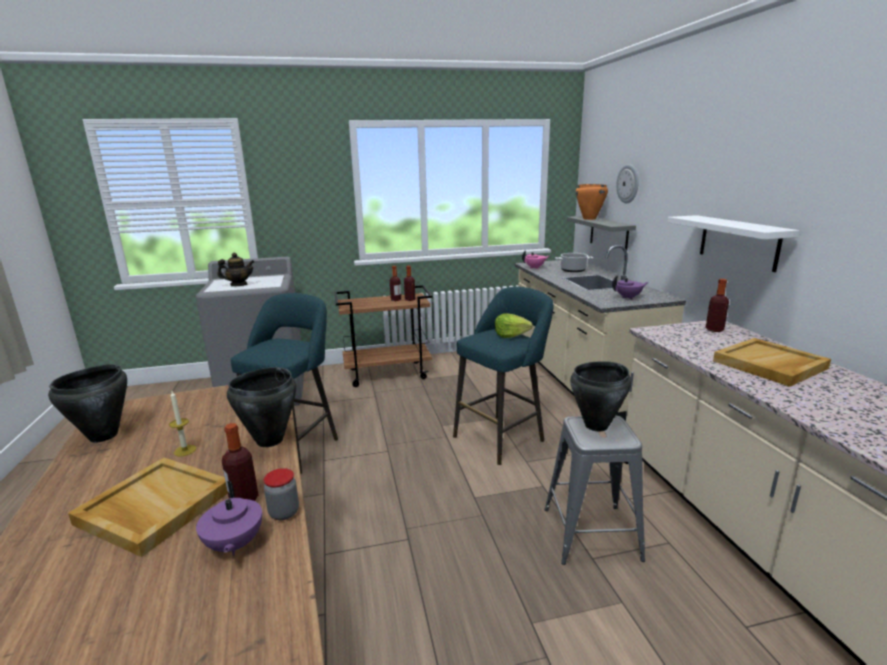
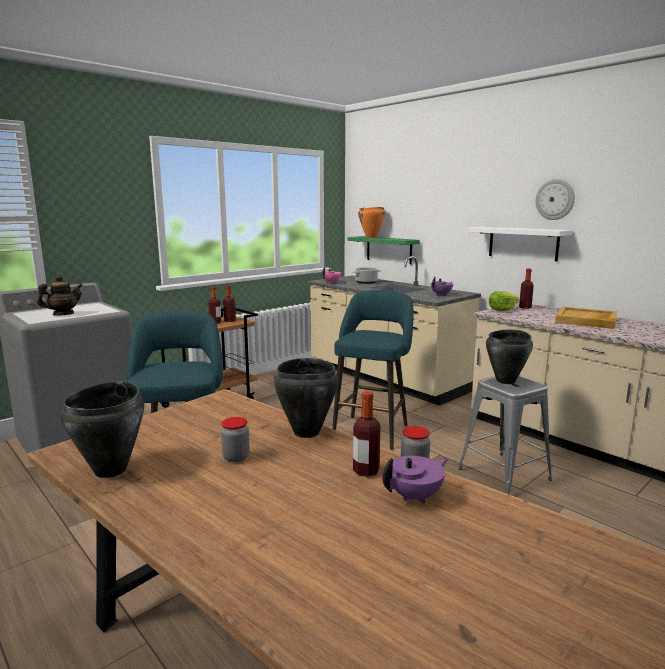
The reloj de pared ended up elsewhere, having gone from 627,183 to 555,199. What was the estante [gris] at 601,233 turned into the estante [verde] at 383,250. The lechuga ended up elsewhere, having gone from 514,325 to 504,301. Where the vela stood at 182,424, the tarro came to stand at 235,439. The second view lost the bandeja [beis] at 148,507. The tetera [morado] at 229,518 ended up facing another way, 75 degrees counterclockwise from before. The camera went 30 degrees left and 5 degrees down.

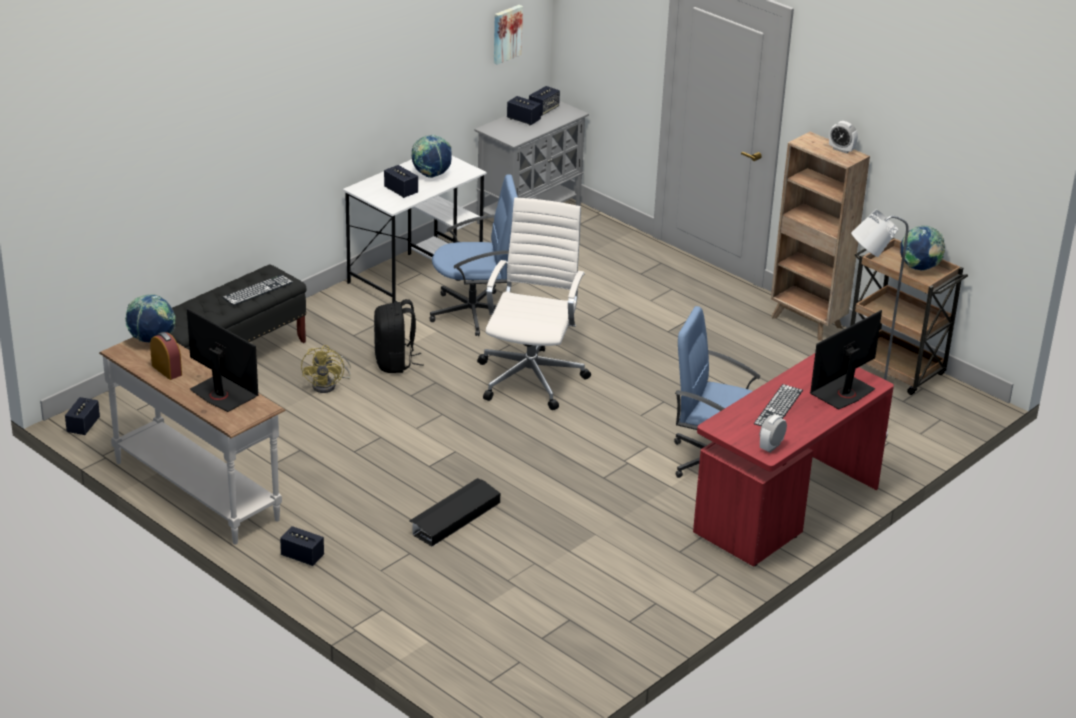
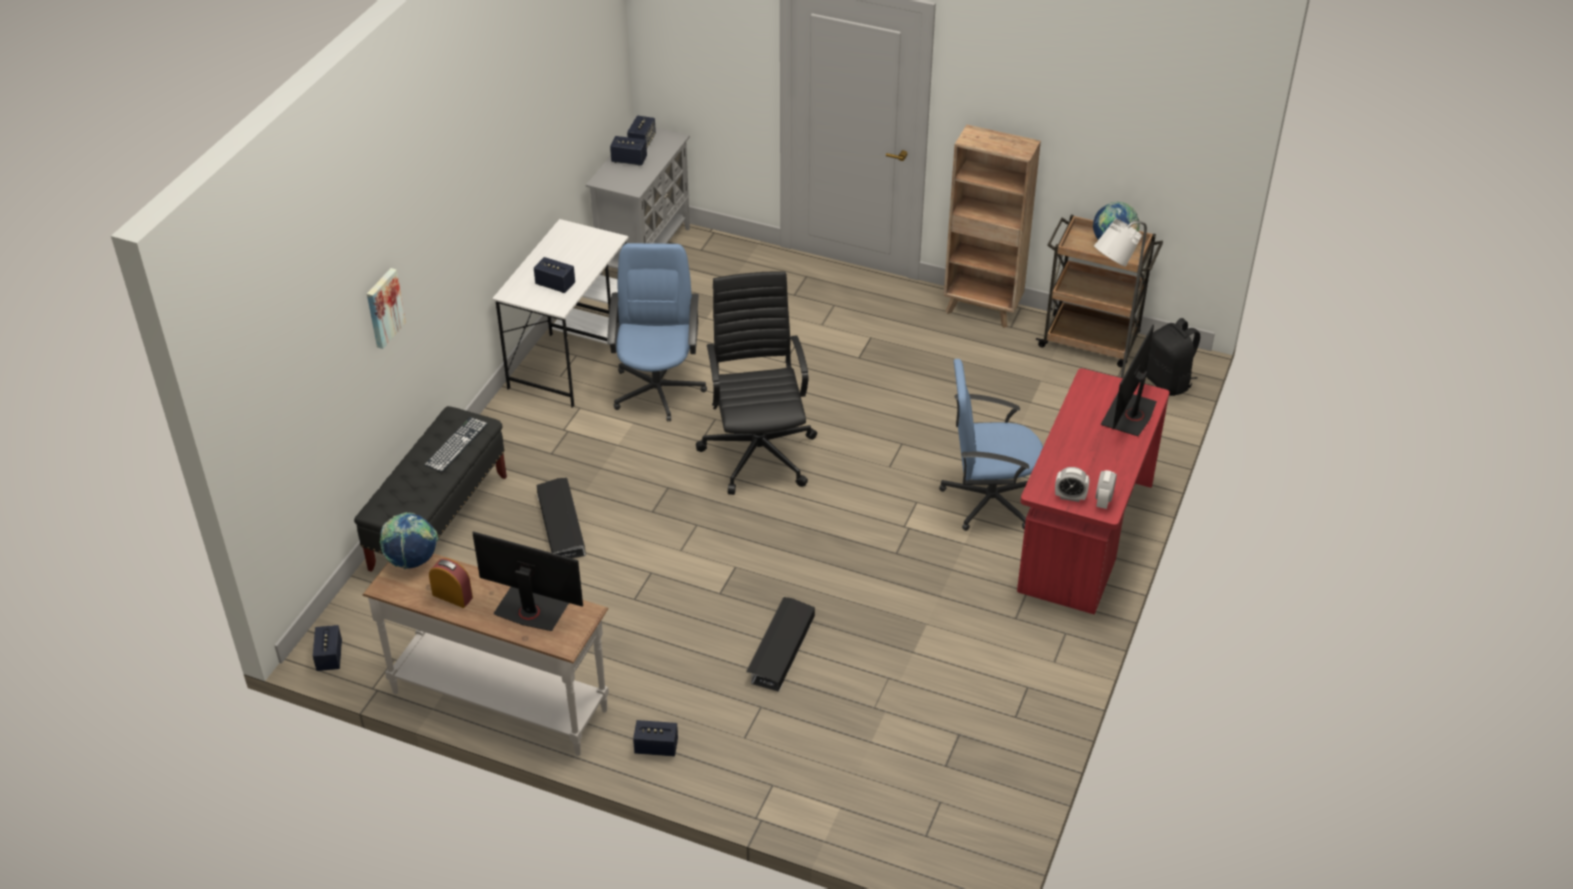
The cuadro ended up elsewhere, having gone from 508,35 to 386,308. The despertador ended up elsewhere, having gone from 843,137 to 1072,484. The second view lost the globo terráqueo at 431,156. The silla de oficina [azul] at 473,255 ended up facing another way, 60 degrees counterclockwise from before. What was the silla de oficina [blanco] at 534,303 turned into the silla de oficina [negro] at 756,383. The mochila [negro] ended up elsewhere, having gone from 399,336 to 1173,357. Where the ventilador [amarillo] stood at 326,369, the caja de almacenaje [negro] came to stand at 561,518. The second view lost the teclado at 778,405. The camera went 20 degrees left and 10 degrees up.

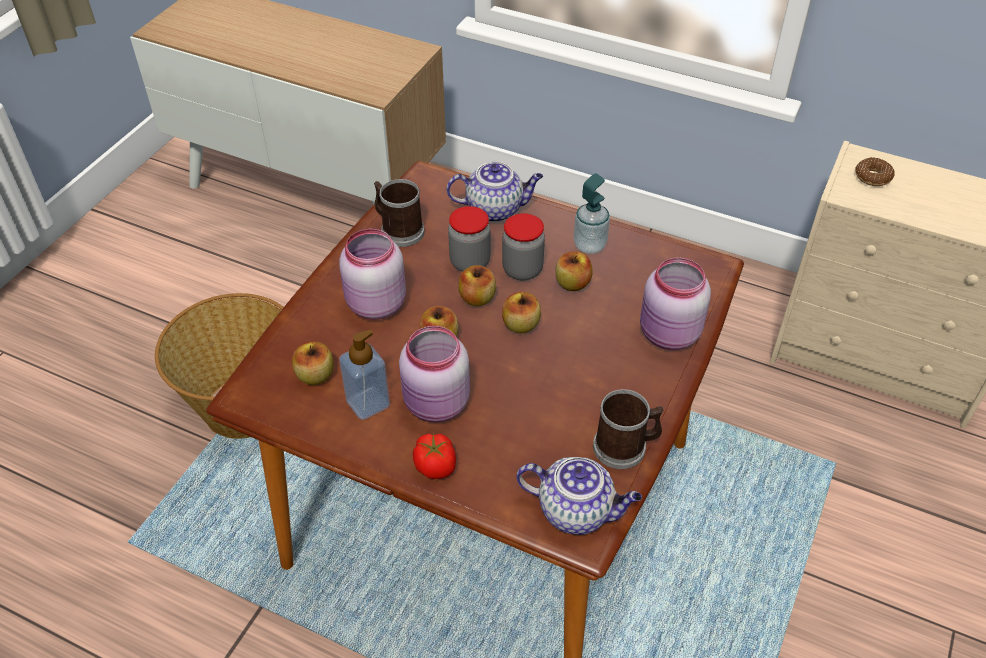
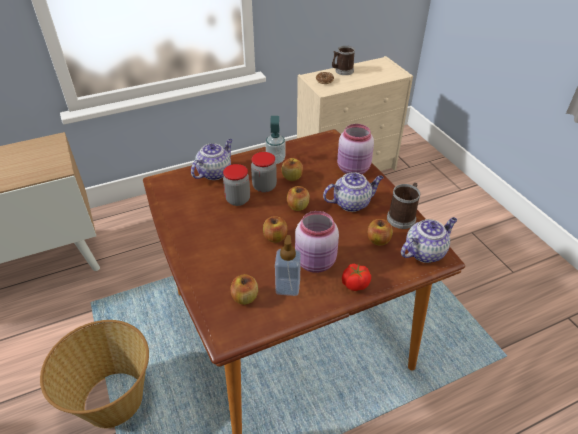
The taza grande ended up elsewhere, having gone from 399,213 to 343,60. The second view lost the tarro [rosa] at 372,274. The manzana ended up elsewhere, having gone from 477,285 to 380,232. The second view gained the tetera at 353,192. The camera went 50 degrees left and 5 degrees down.

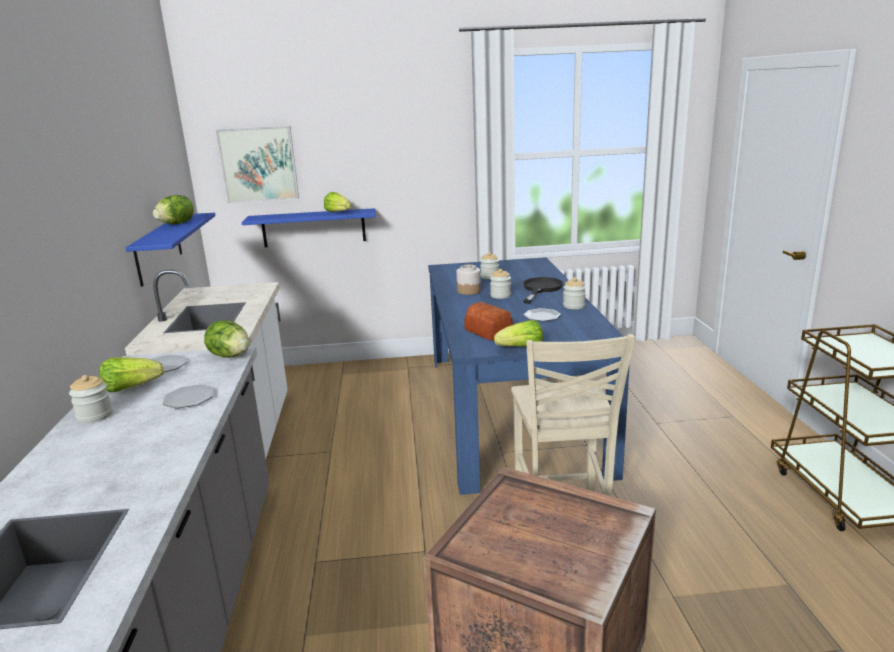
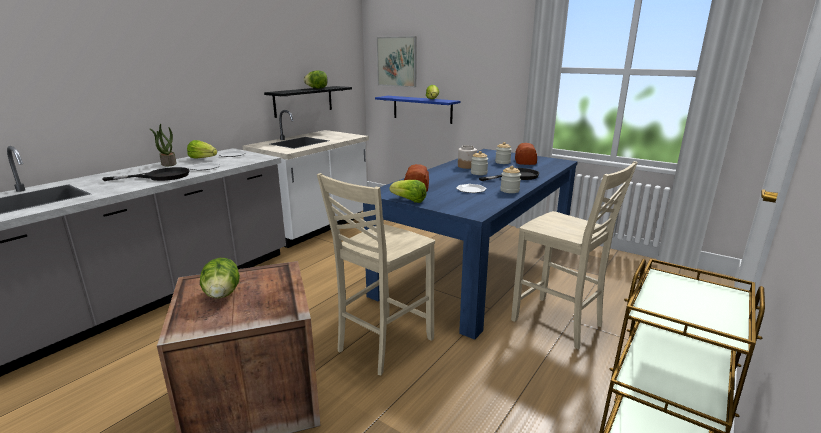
What was the estante [azul] at 170,250 turned into the estante [negro] at 308,102. The lechuga ended up elsewhere, having gone from 227,339 to 220,278. Where the tarro stood at 91,399, the planta en maceta came to stand at 163,145. The second view gained the pan at 526,154. The second view gained the silla [beis] at 574,255. The second view gained the sartén [negro] at 146,174. The camera went 40 degrees right and 0 degrees up.

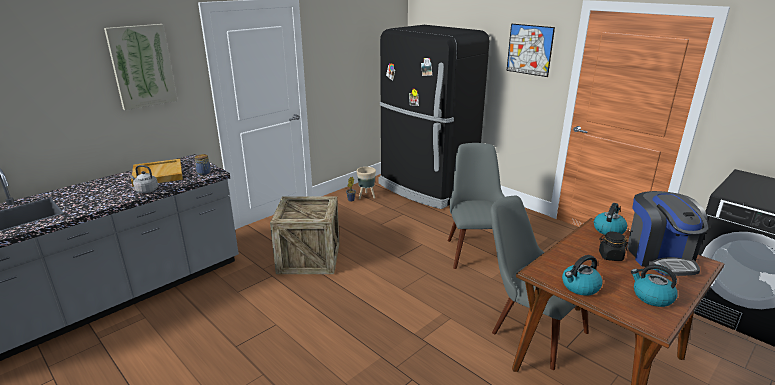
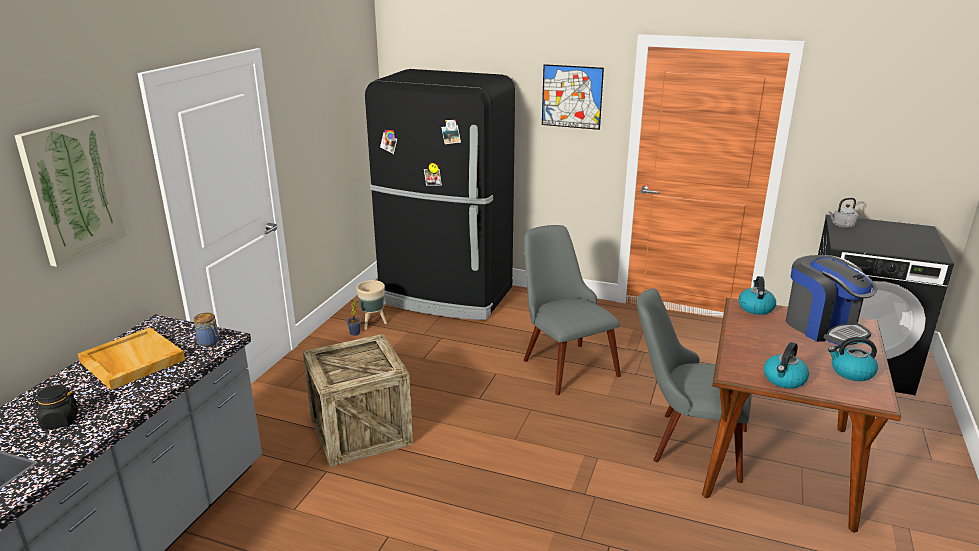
The hervidor [gris] ended up elsewhere, having gone from 144,179 to 843,213. The tarro [negro] ended up elsewhere, having gone from 613,246 to 55,407. The camera went 25 degrees left and 0 degrees up.

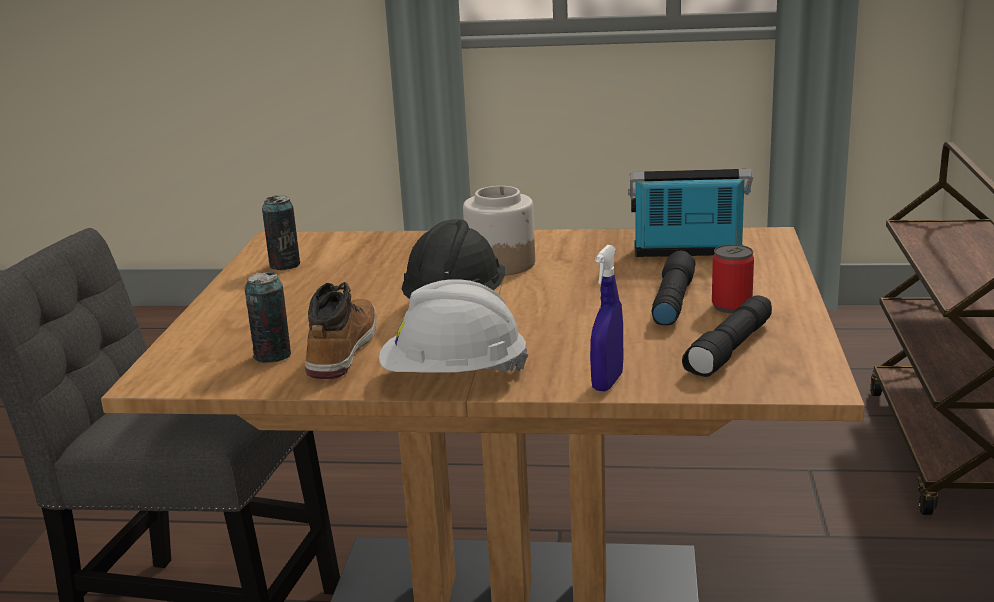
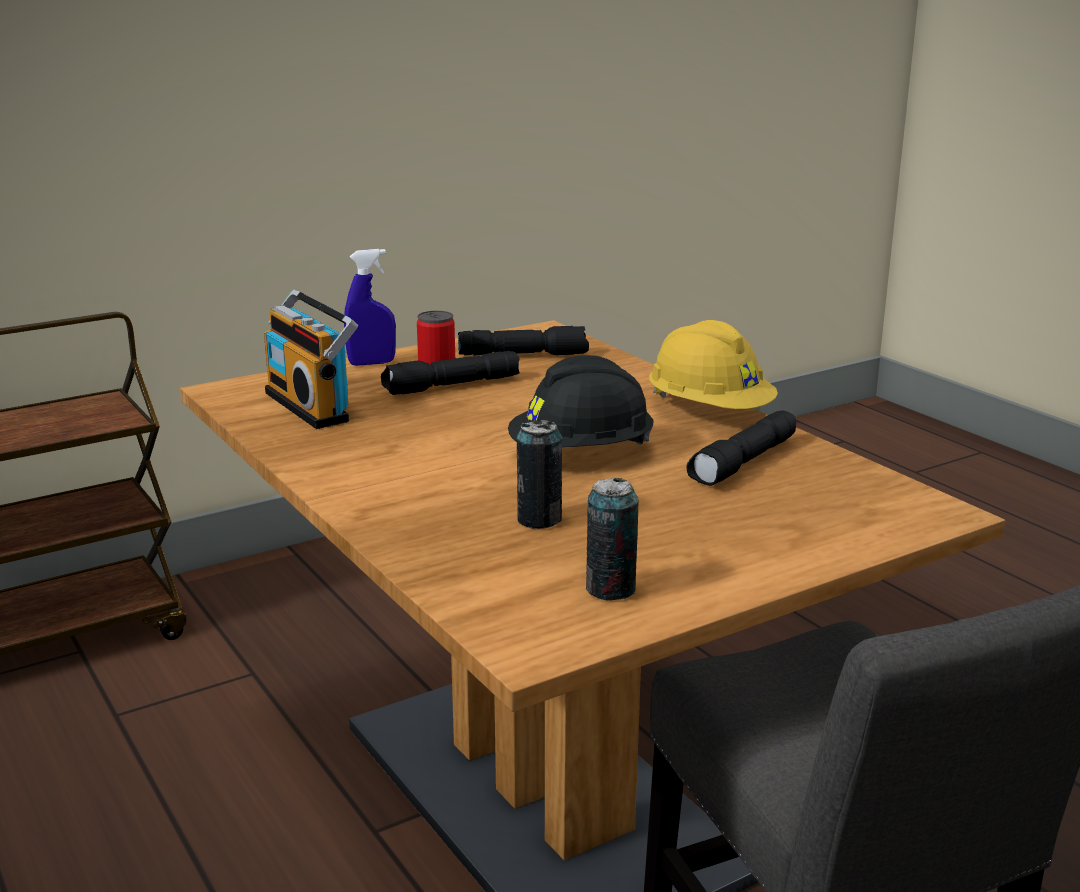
The second view lost the tarro at 499,231. The pulverizador [azul] ended up elsewhere, having gone from 606,318 to 370,307. The lata ended up elsewhere, having gone from 268,317 to 539,474. What was the casco [blanco] at 453,326 turned into the casco [amarillo] at 713,364. Where the bota stood at 341,330, the linterna [negro] came to stand at 741,448. The camera went 130 degrees left and 0 degrees up.

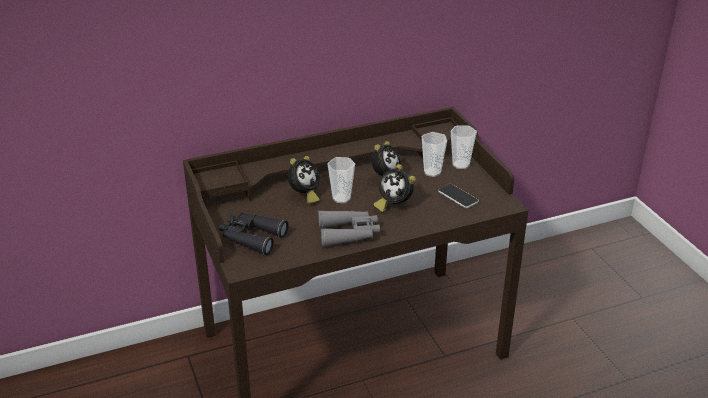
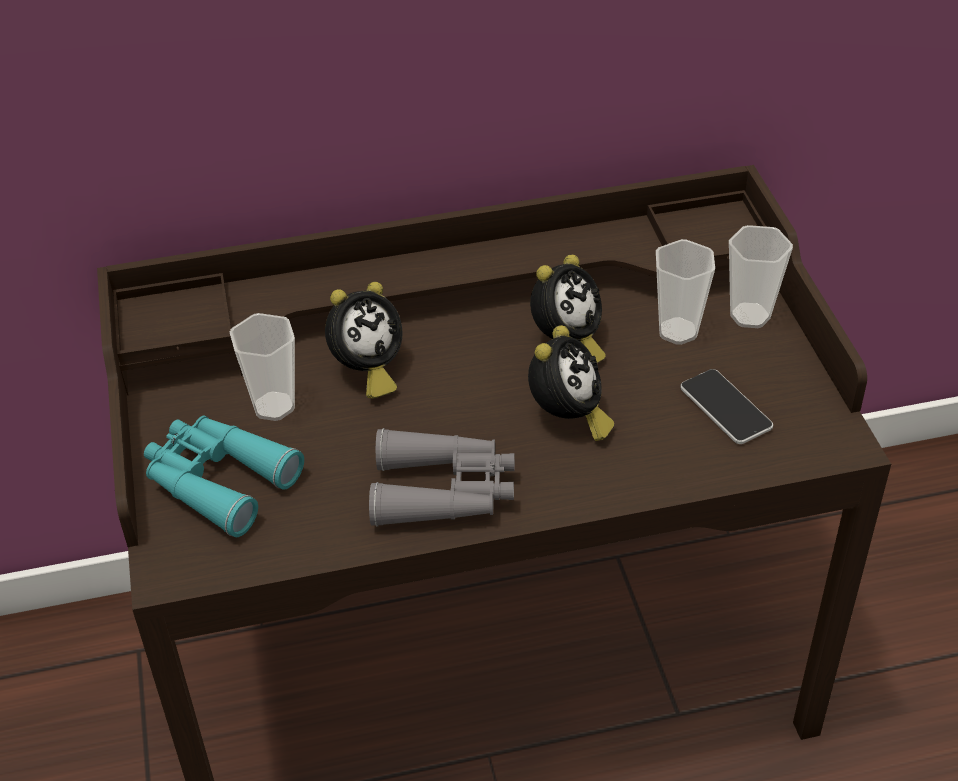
The taza ended up elsewhere, having gone from 341,180 to 262,367. The despertador at 395,188 ended up facing another way, 120 degrees counterclockwise from before. What was the prismáticos [negro] at 253,234 turned into the prismáticos [turquesa] at 224,476. The camera went 10 degrees right and 10 degrees up.

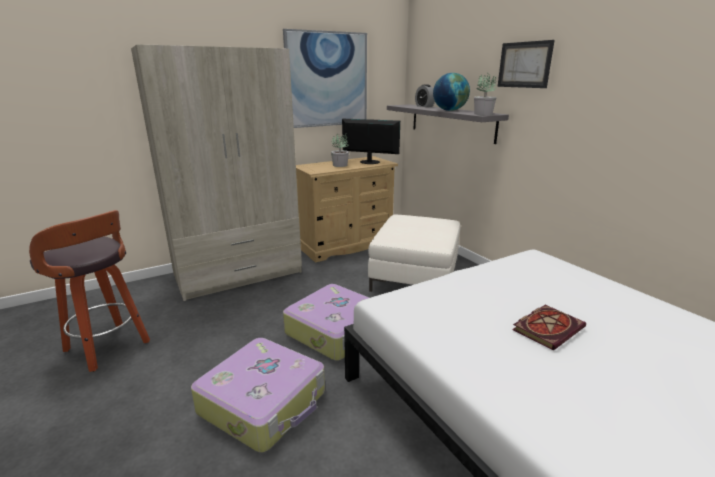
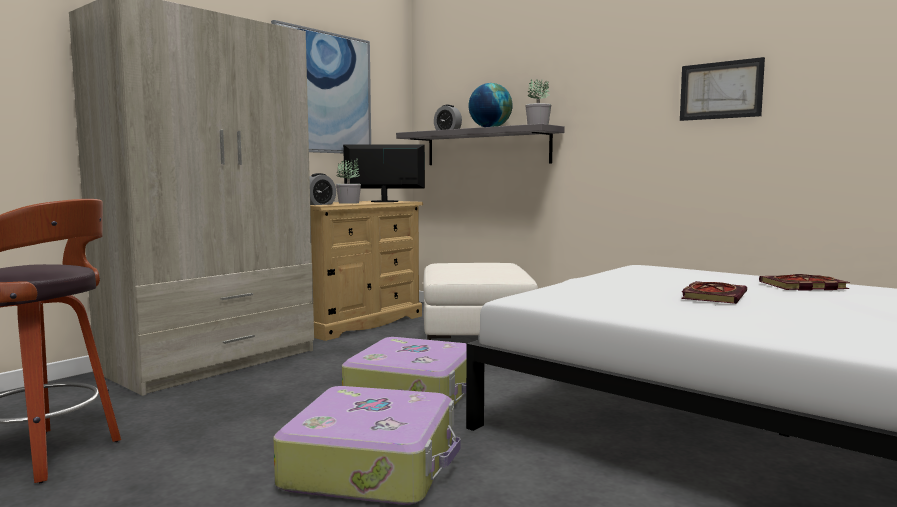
The cuadro ended up elsewhere, having gone from 526,64 to 722,89. The second view gained the despertador at 323,189. The second view gained the libro at 804,282. The camera went 20 degrees left and 15 degrees down.

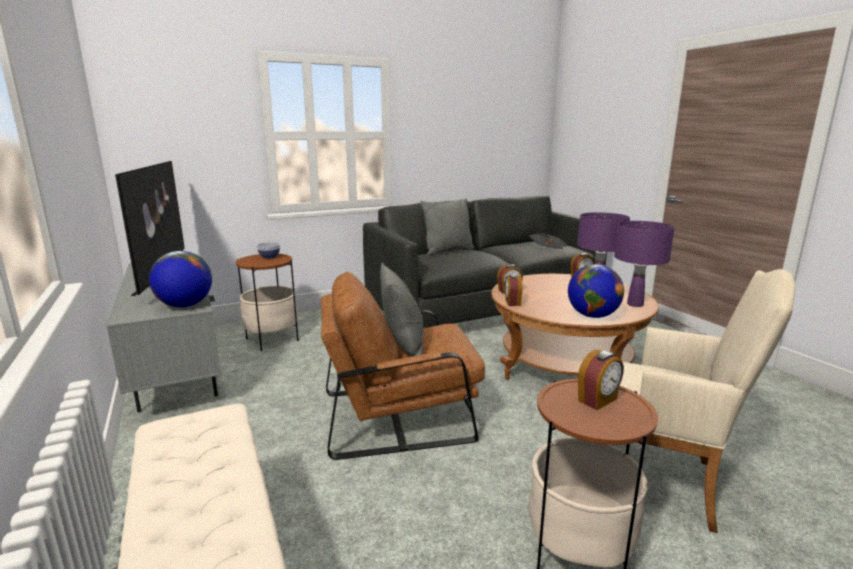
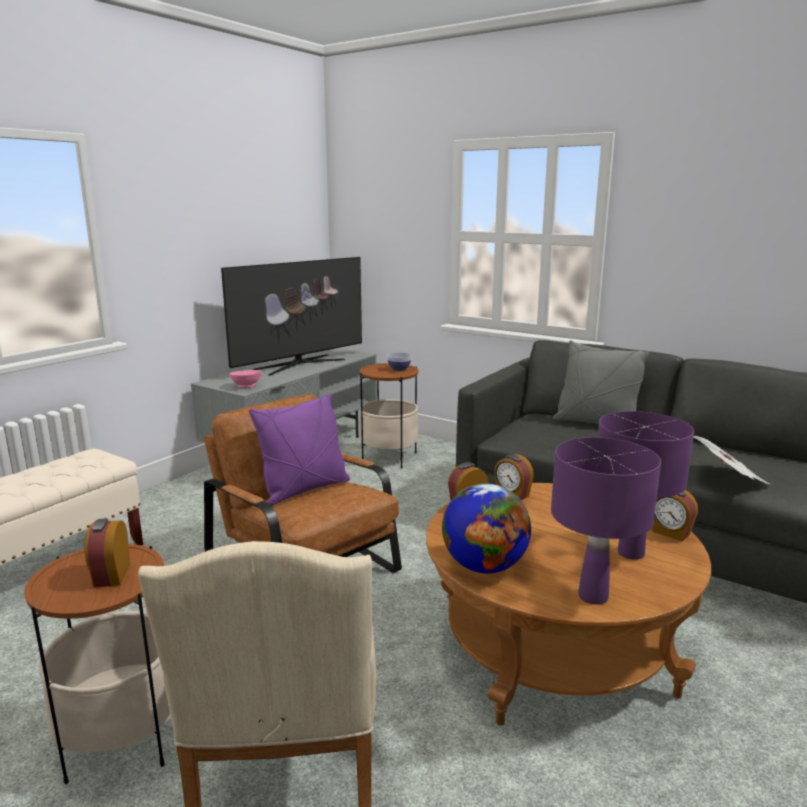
Where the globo terráqueo stood at 180,279, the cuenco [rosa] came to stand at 245,379. What was the cojín [gris] at 401,313 turned into the cojín [morado] at 299,450. The despertador at 601,380 ended up facing another way, 60 degrees clockwise from before. The camera went 60 degrees right and 0 degrees up.

